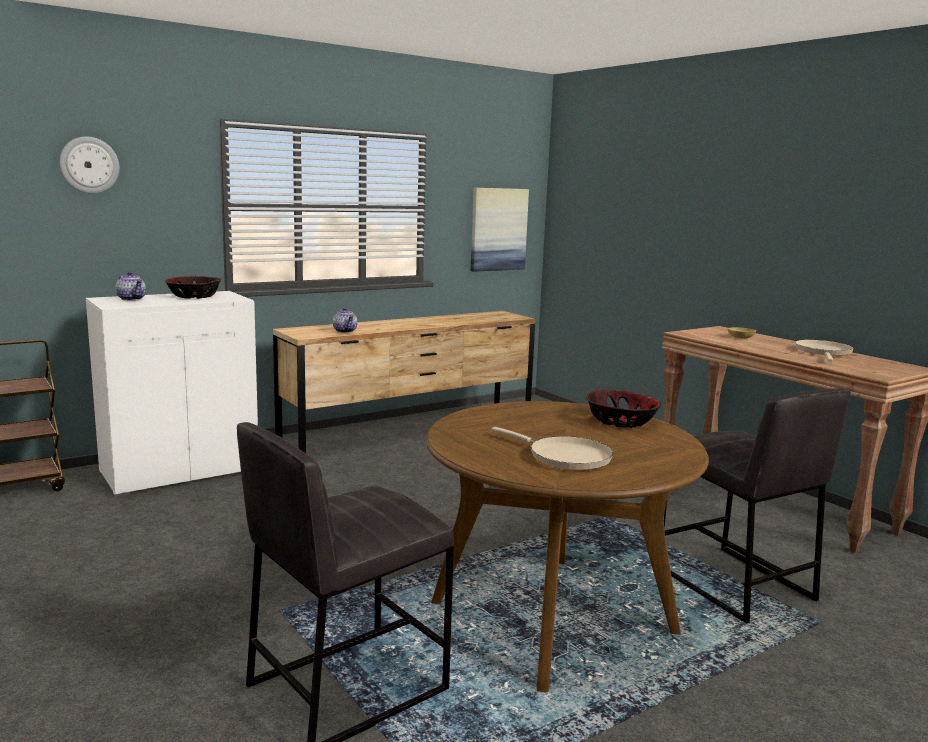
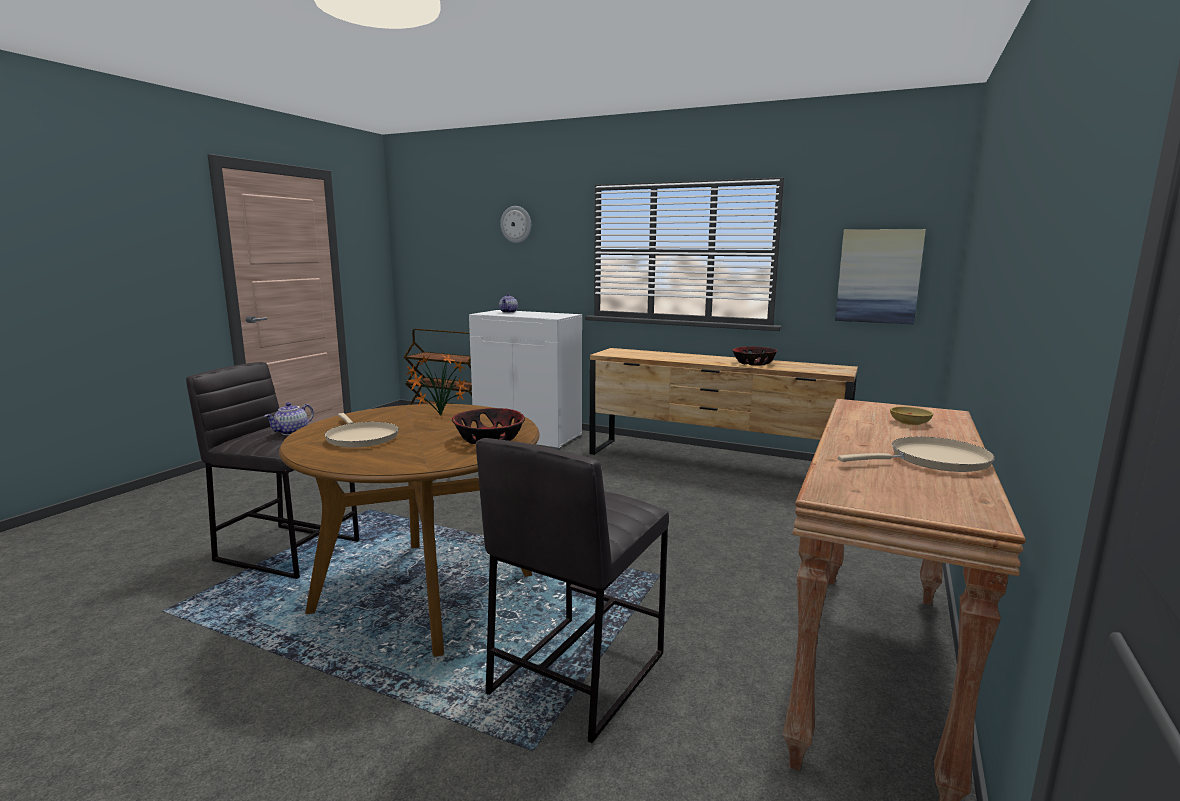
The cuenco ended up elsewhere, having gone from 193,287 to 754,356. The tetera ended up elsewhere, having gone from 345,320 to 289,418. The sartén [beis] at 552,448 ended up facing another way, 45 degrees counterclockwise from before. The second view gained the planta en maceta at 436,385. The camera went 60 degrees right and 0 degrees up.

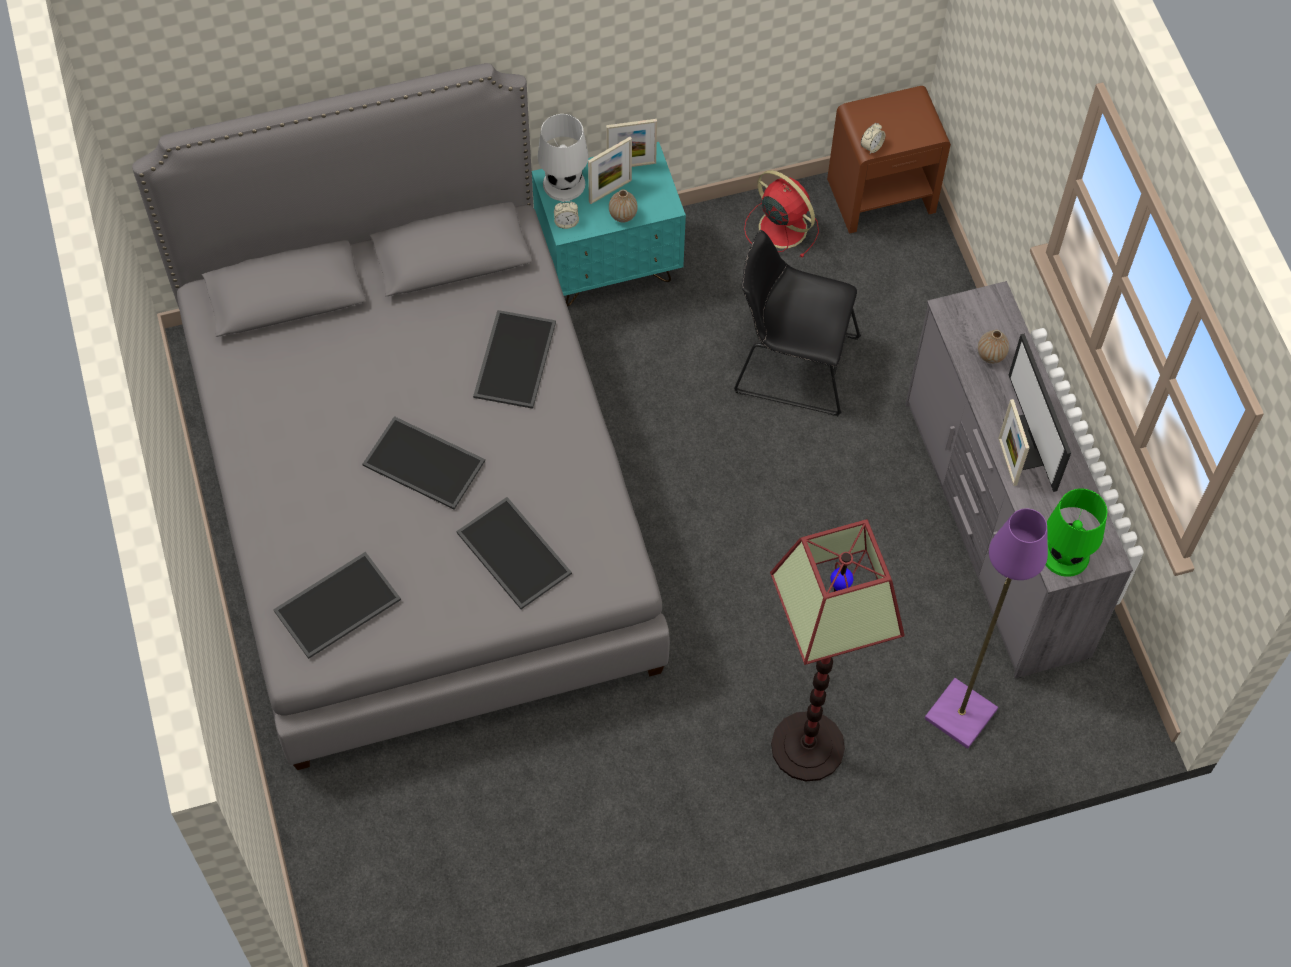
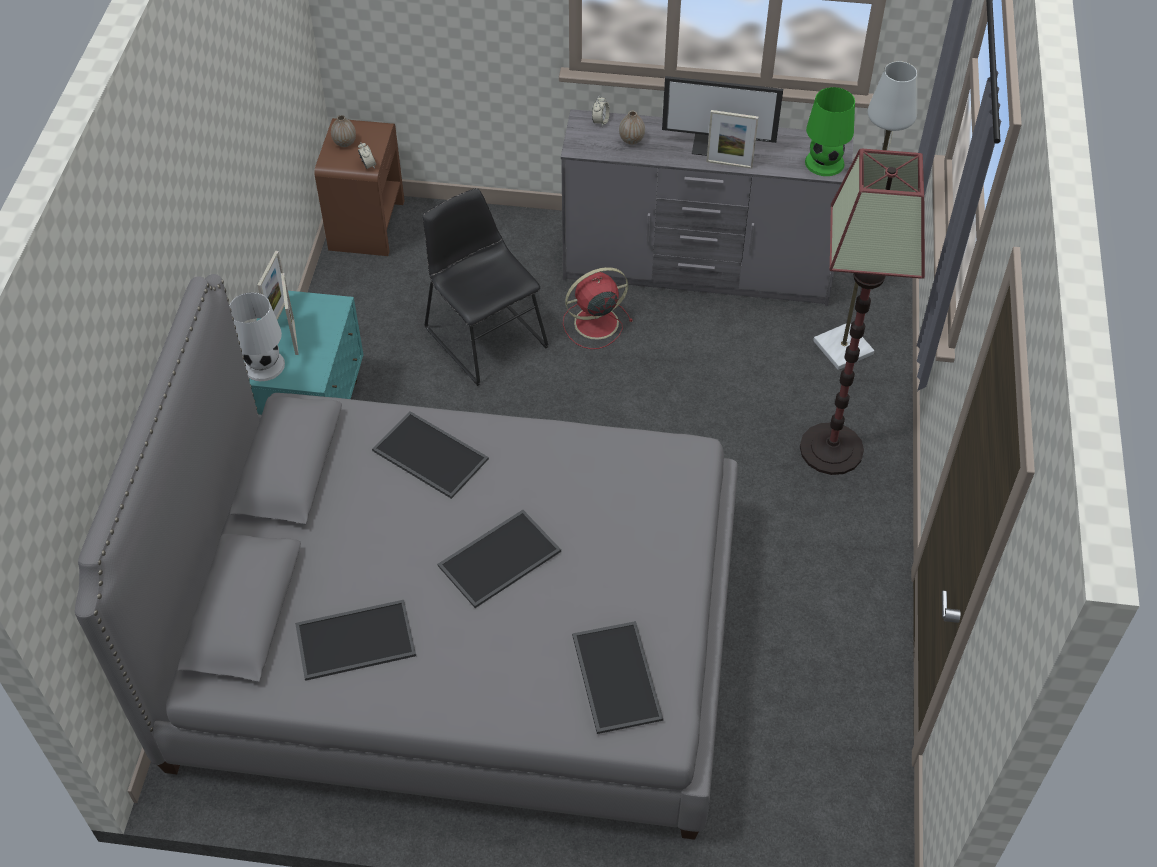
The ventilador [rojo] ended up elsewhere, having gone from 781,214 to 598,308. The florero ended up elsewhere, having gone from 623,206 to 343,131. The despertador ended up elsewhere, having gone from 566,215 to 601,111. The silla [negro] at 797,323 ended up facing another way, 105 degrees clockwise from before. The bandeja ended up elsewhere, having gone from 514,553 to 355,640. What was the lámpara de pie [morado] at 986,628 turned into the lámpara de pie [gris] at 865,215. The camera went 65 degrees left and 10 degrees down.

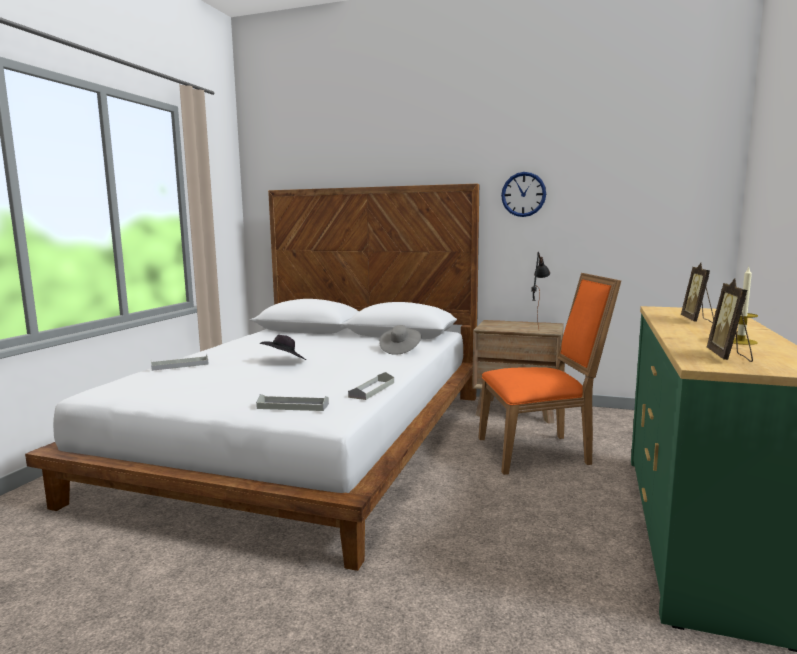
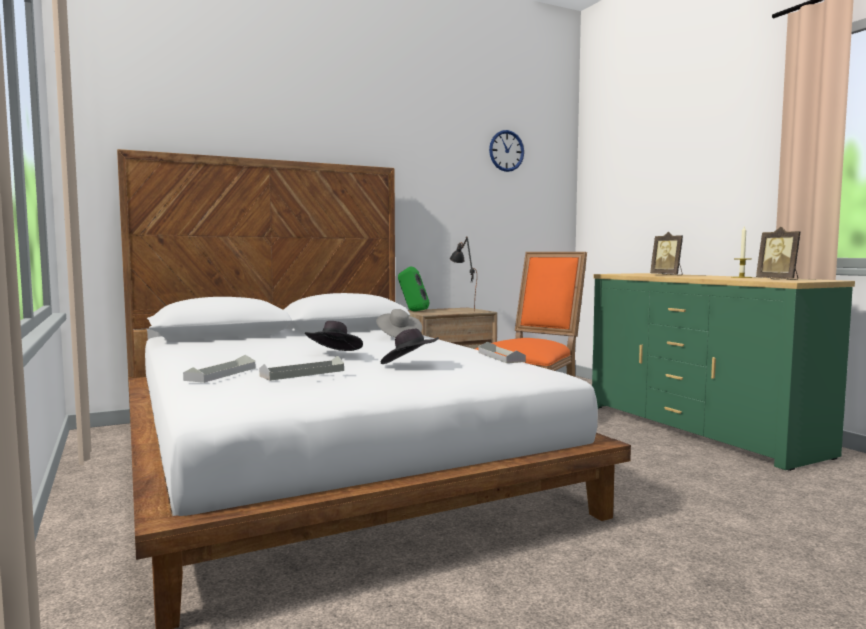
The reloj de pared ended up elsewhere, having gone from 523,194 to 506,151. The bandeja [gris] ended up elsewhere, having gone from 292,402 to 301,368. The second view gained the altavoz [verde] at 414,289. The second view gained the sombrero [negro] at 409,346. The camera went 45 degrees left and 5 degrees down.

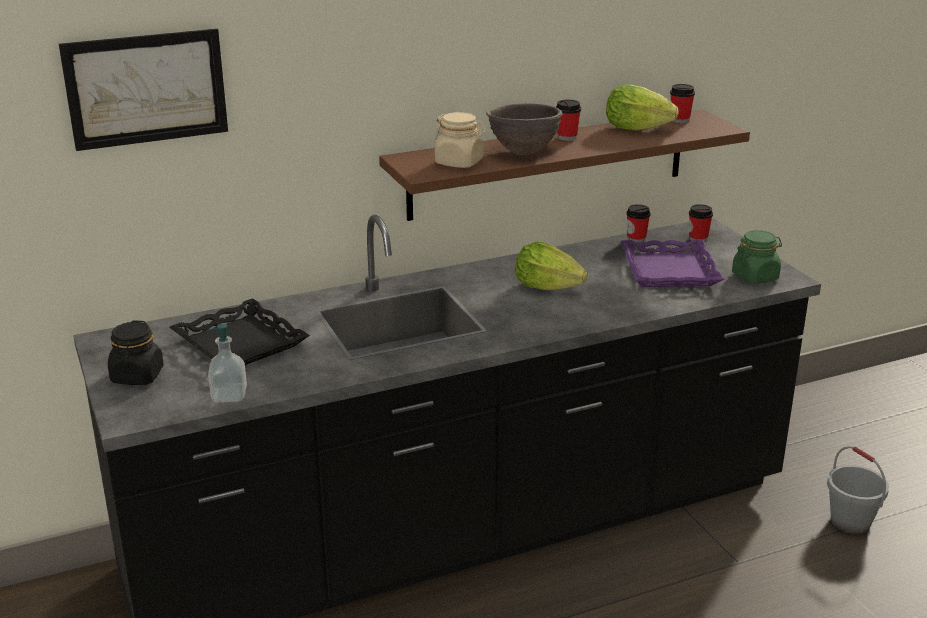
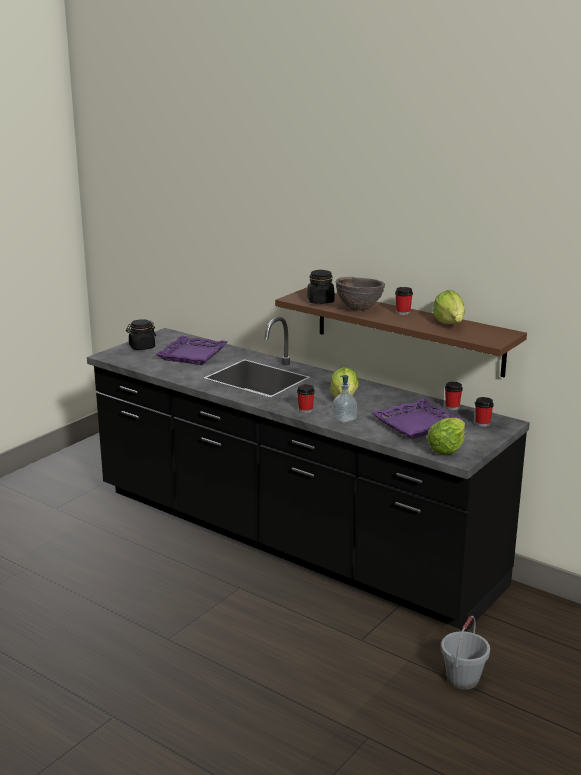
The second view lost the cuadro at 143,90. The taza ended up elsewhere, having gone from 682,103 to 306,398. What was the tarro [beis] at 460,140 turned into the tarro [negro] at 320,287. Where the tarro [verde] stood at 757,257, the lechuga came to stand at 446,436. What was the bandeja [negro] at 239,331 turned into the bandeja [morado] at 191,350. The dispensador de jabón ended up elsewhere, having gone from 227,363 to 345,399. The camera went 60 degrees right and 5 degrees down.

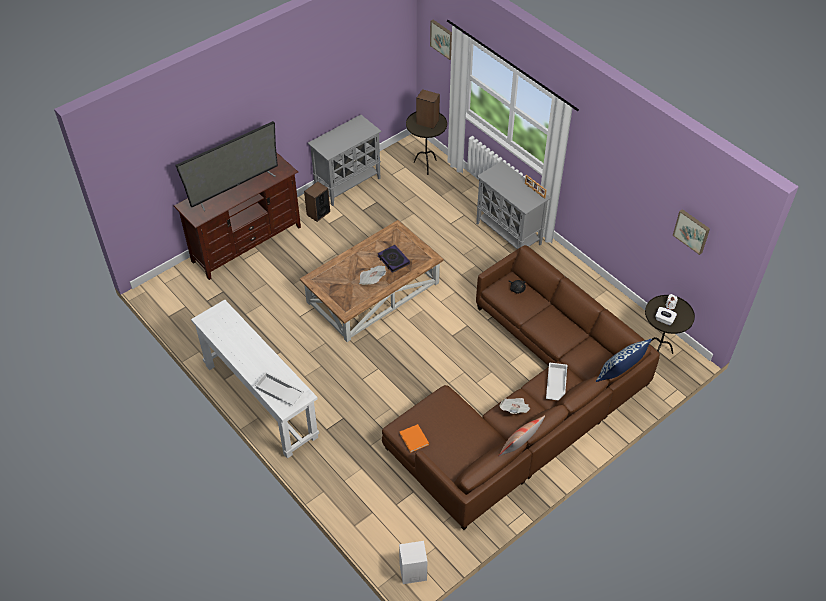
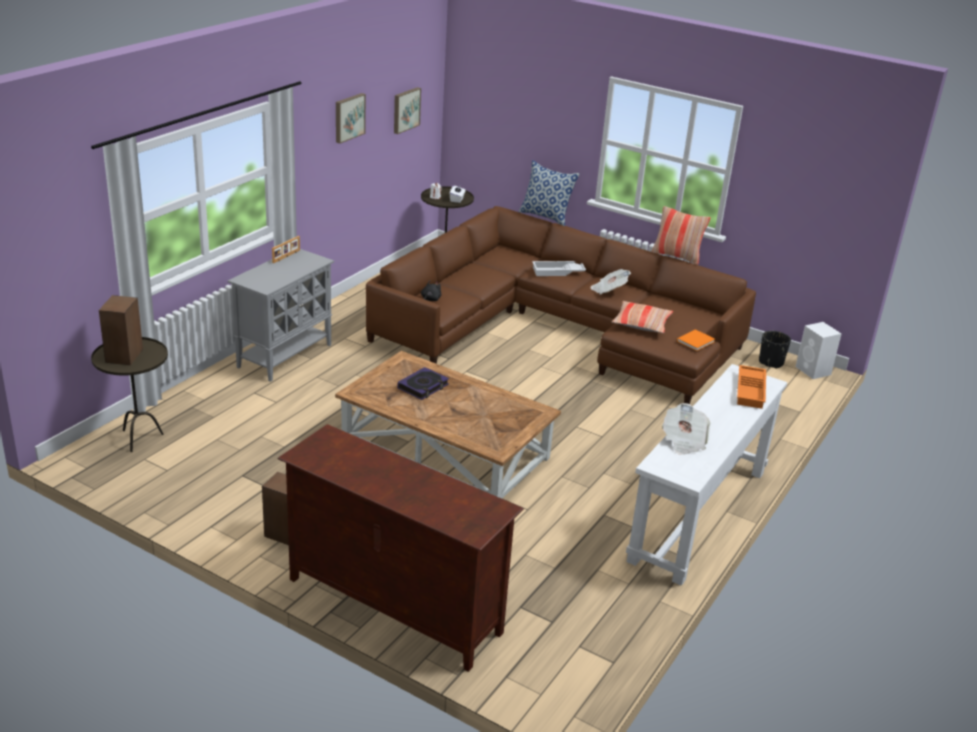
The cuadro ended up elsewhere, having gone from 441,40 to 351,118. The second view lost the armario [gris] at 344,160. The second view lost the televisor at 226,166. The periódico ended up elsewhere, having gone from 372,275 to 686,429. What was the bandeja [blanco] at 279,388 turned into the bandeja [naranja] at 751,387. The second view gained the cojín at 642,317. The second view gained the maceta [negro] at 775,350. The camera went 110 degrees left and 20 degrees down.

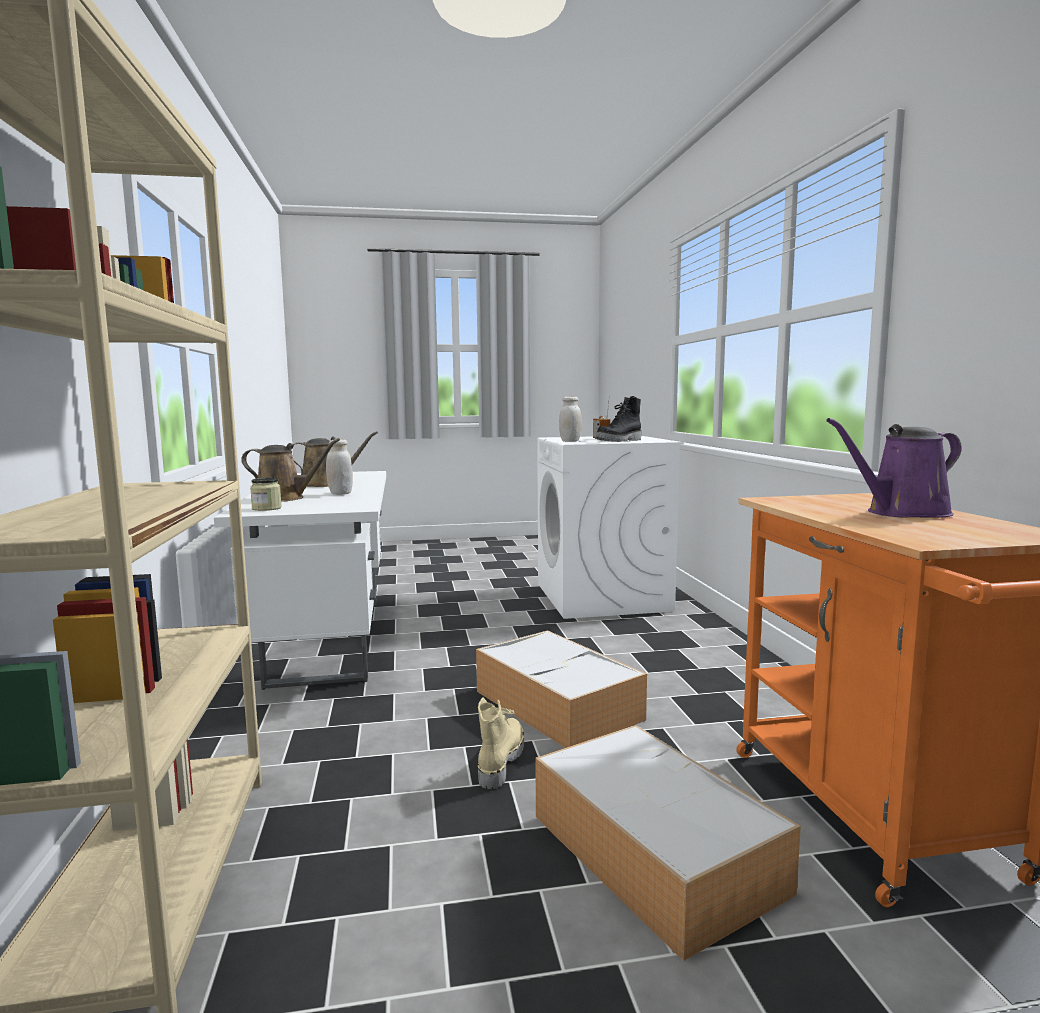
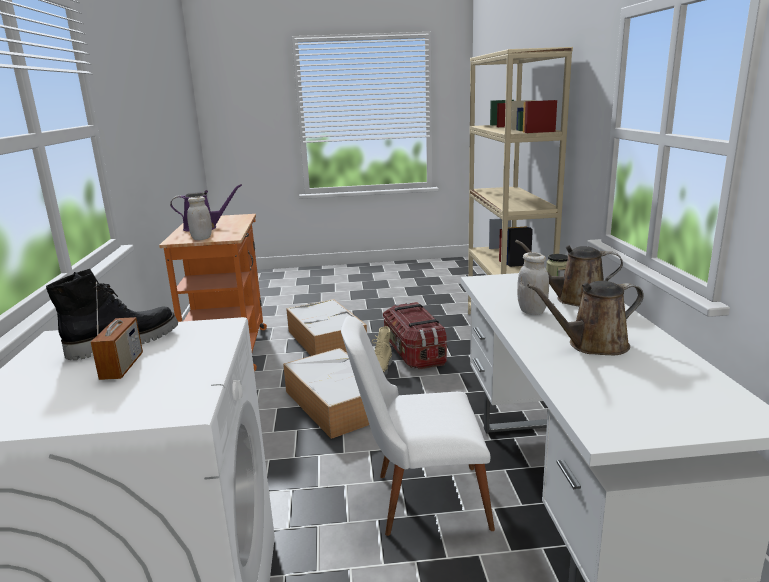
The tarro [blanco] ended up elsewhere, having gone from 570,419 to 199,218. The second view gained the caja de almacenaje at 415,335. The second view gained the silla [blanco] at 418,426. The camera went 175 degrees left and 10 degrees up.

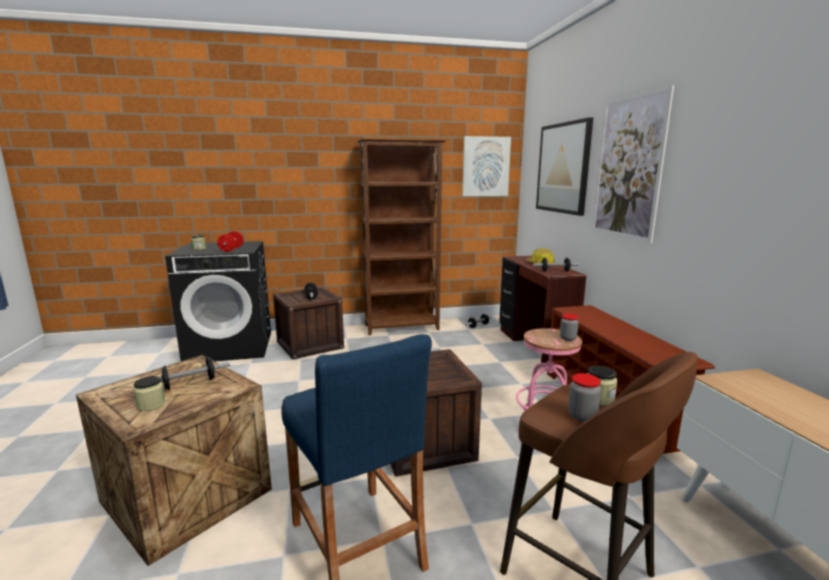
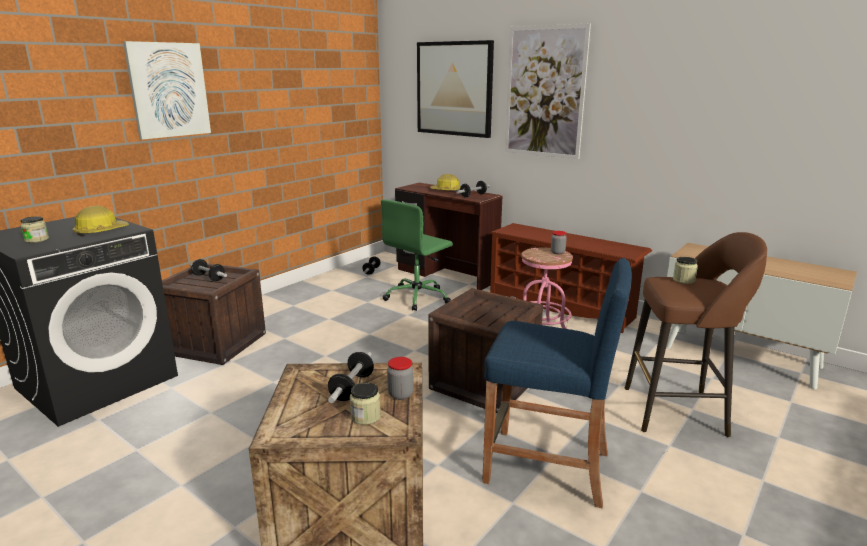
The cuadro ended up elsewhere, having gone from 486,166 to 167,90. The second view lost the estantería [marrón] at 401,237. Where the mancuerna [rojo] stood at 230,241, the casco came to stand at 101,221. The tarro ended up elsewhere, having gone from 584,397 to 400,378. The second view gained the silla de oficina [verde] at 417,255. The camera went 40 degrees left and 5 degrees up.

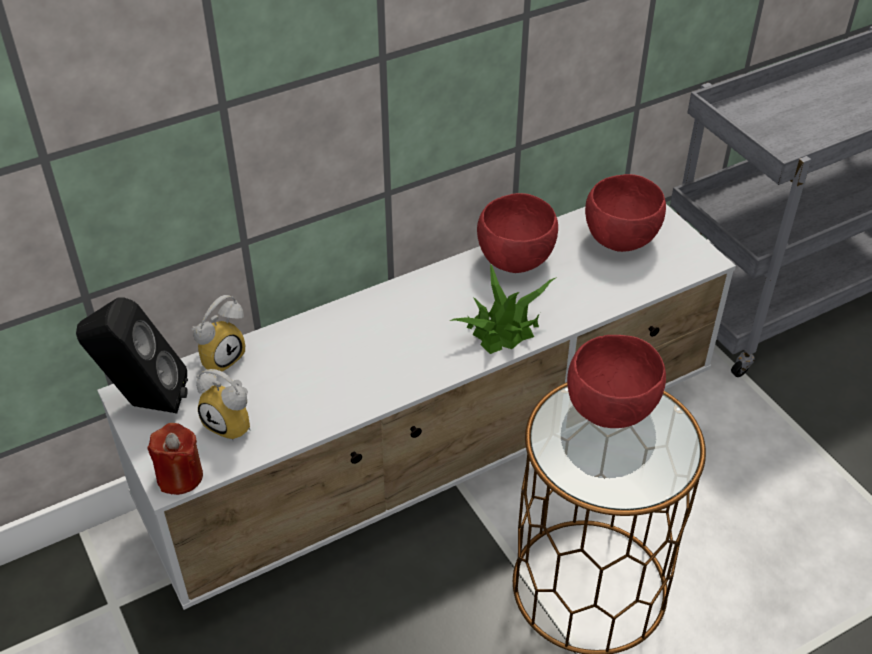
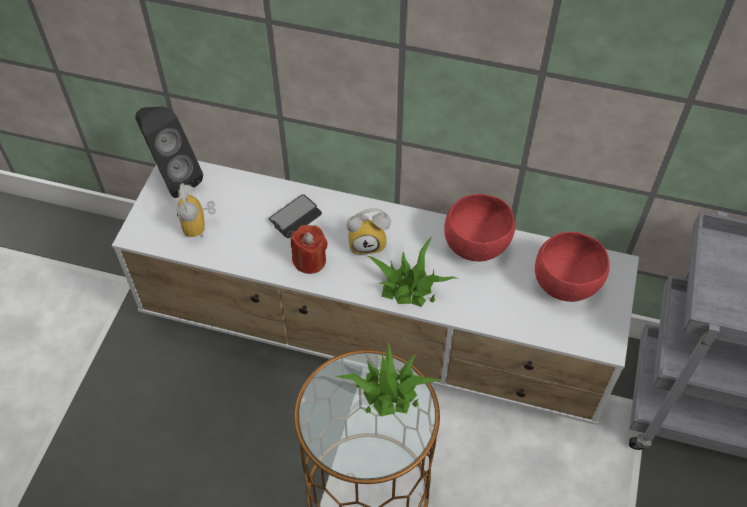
The despertador ended up elsewhere, having gone from 218,333 to 369,231. Where the cuenco [rojo] stood at 616,381, the planta en maceta came to stand at 389,379. The vela [rojo] ended up elsewhere, having gone from 175,459 to 309,249. The second view gained the móvil at 295,216. The camera went 45 degrees right and 10 degrees up.

